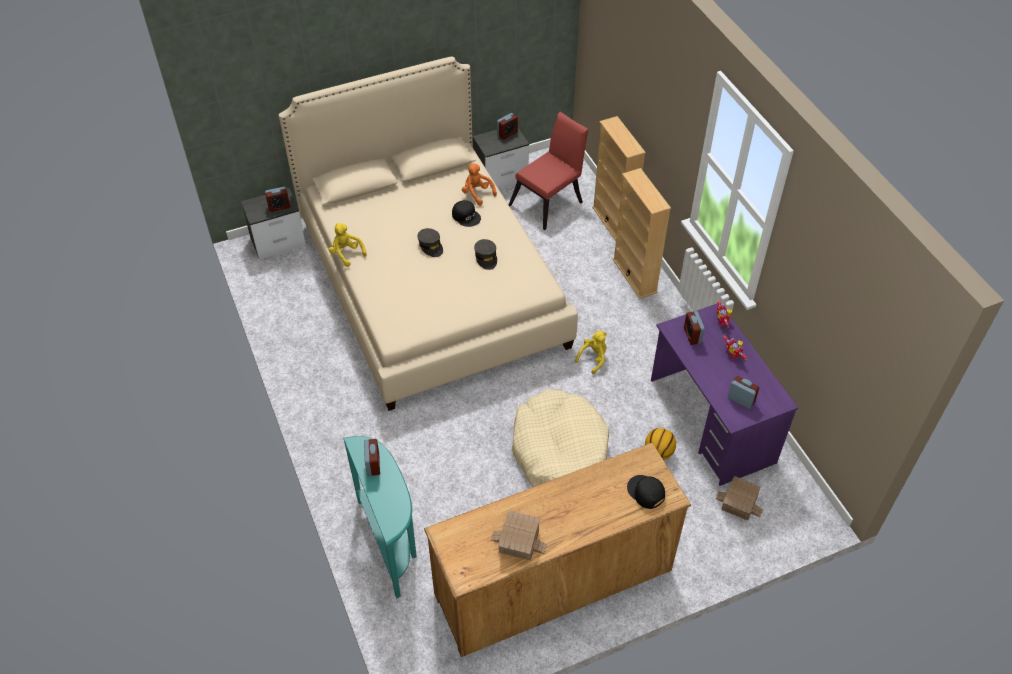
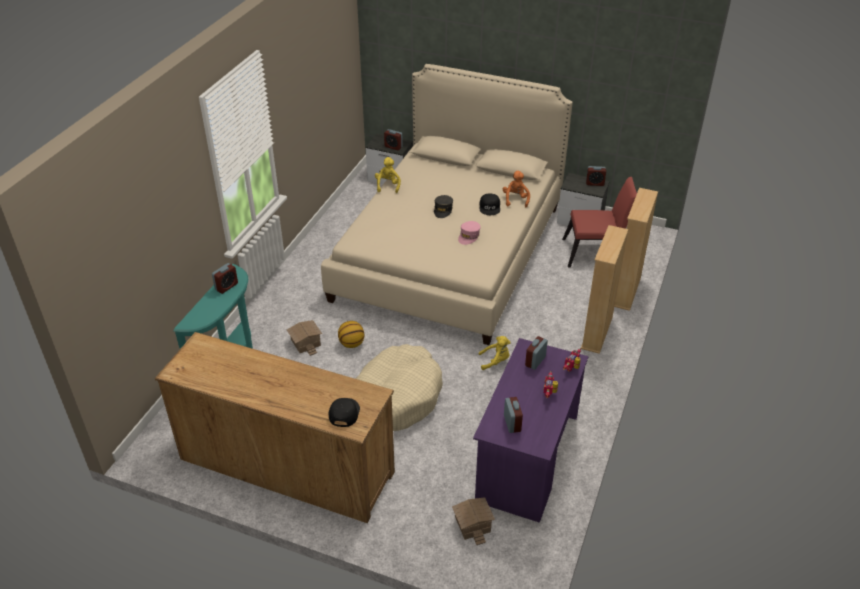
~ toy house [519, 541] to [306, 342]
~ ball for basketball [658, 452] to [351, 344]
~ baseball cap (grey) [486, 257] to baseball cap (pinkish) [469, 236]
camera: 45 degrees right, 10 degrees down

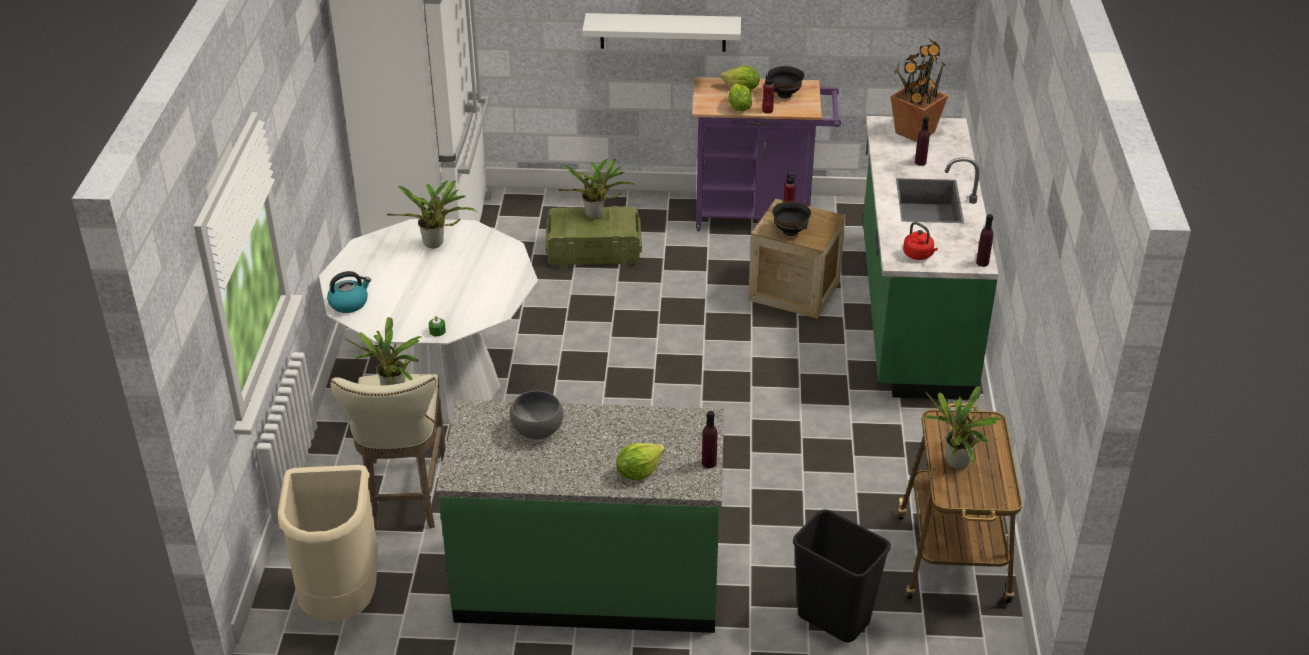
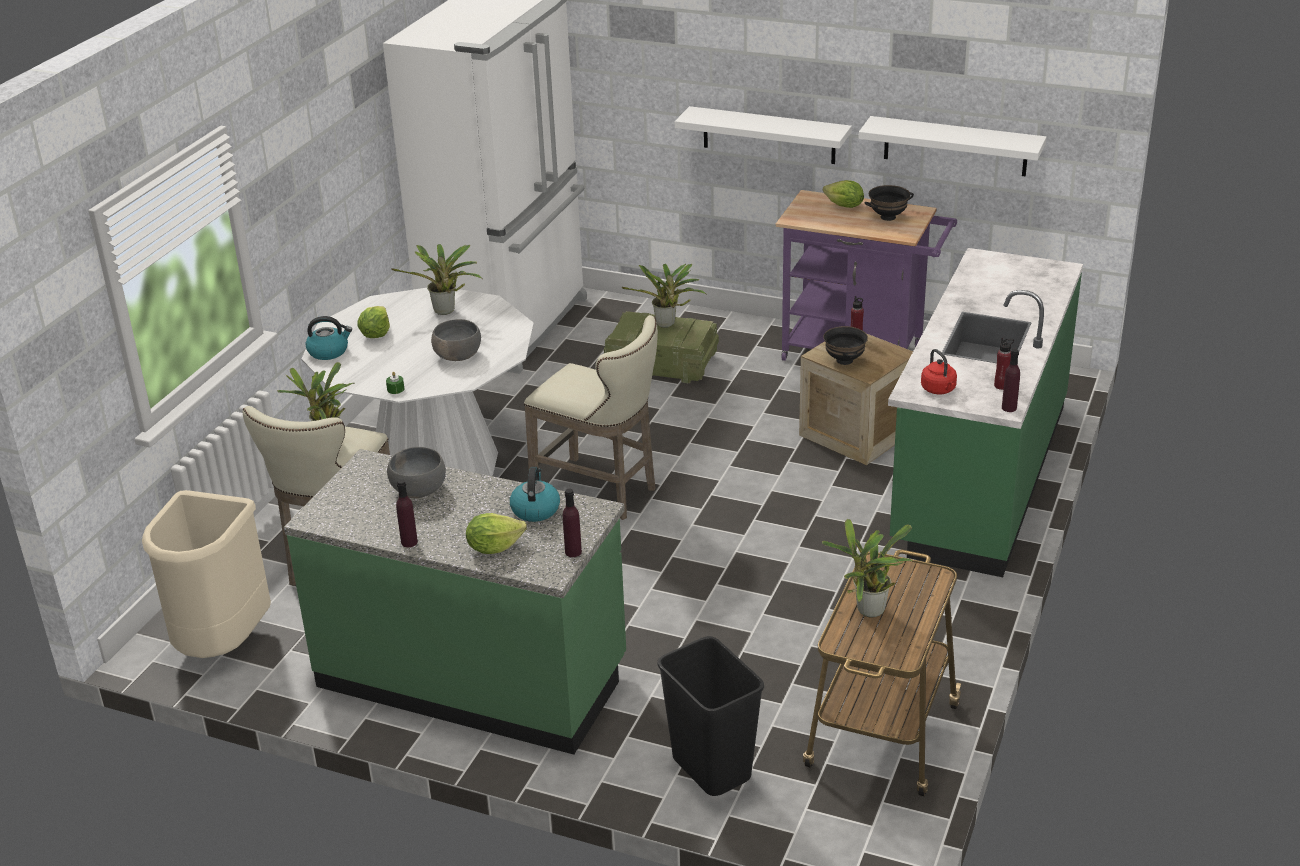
- potted plant [914, 132]
+ serving bowl (grey) [457, 356]
+ water kettle [535, 509]
+ stool seat (beige) [601, 492]
+ shelf (whitish) [955, 146]
~ lettuce [738, 107] to [375, 334]
~ beverage bottle (red) [767, 110] to [1001, 386]
~ beverage bottle (purple) [920, 162] to [409, 542]
camera: 20 degrees right, 5 degrees down

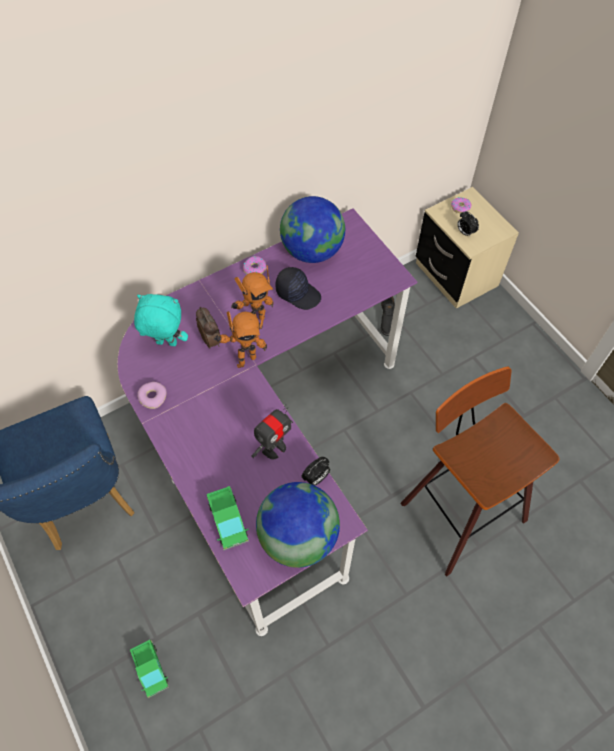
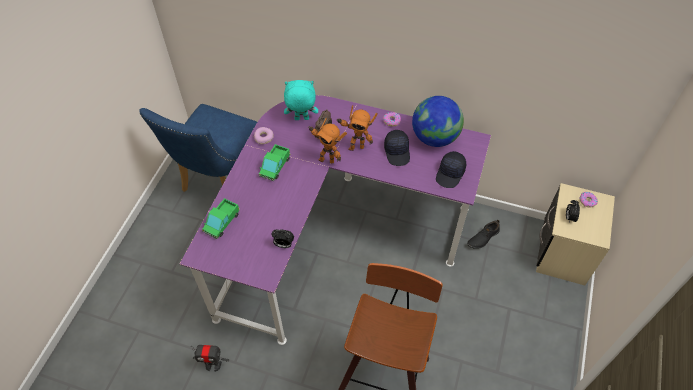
- world globe [298, 537]
+ baseball cap (blackish) [450, 174]
~ toy lorry [151, 669] to [275, 166]
~ model robot [274, 448] to [213, 364]
~ plush toy (turquoise-coloured) [166, 344] = [301, 119] 60 degrees counterclockwise
camera: 50 degrees right, 5 degrees down

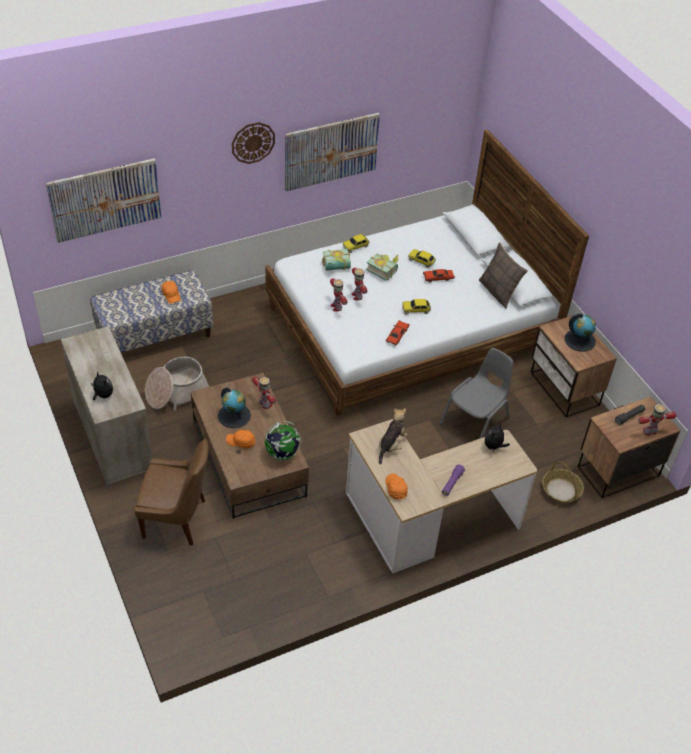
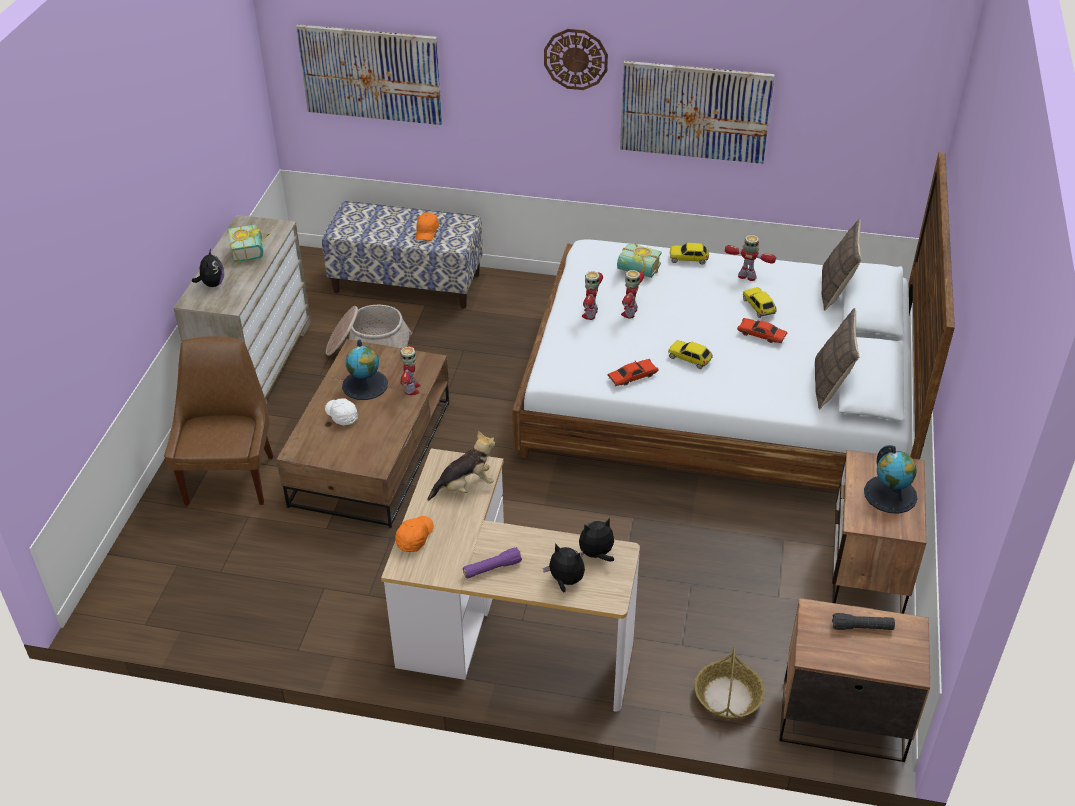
- world globe [282, 454]
- chair (grey) [475, 421]
+ plush toy [565, 581]
+ throw pillow [836, 291]
~ book [383, 270] to [252, 251]
~ model robot [650, 431] to [747, 277]
~ baseball cap (orange) [241, 442] to baseball cap (whitish) [341, 415]
~ chair (brown) [177, 519] = [231, 477] 135 degrees counterclockwise
camera: 40 degrees right, 5 degrees down

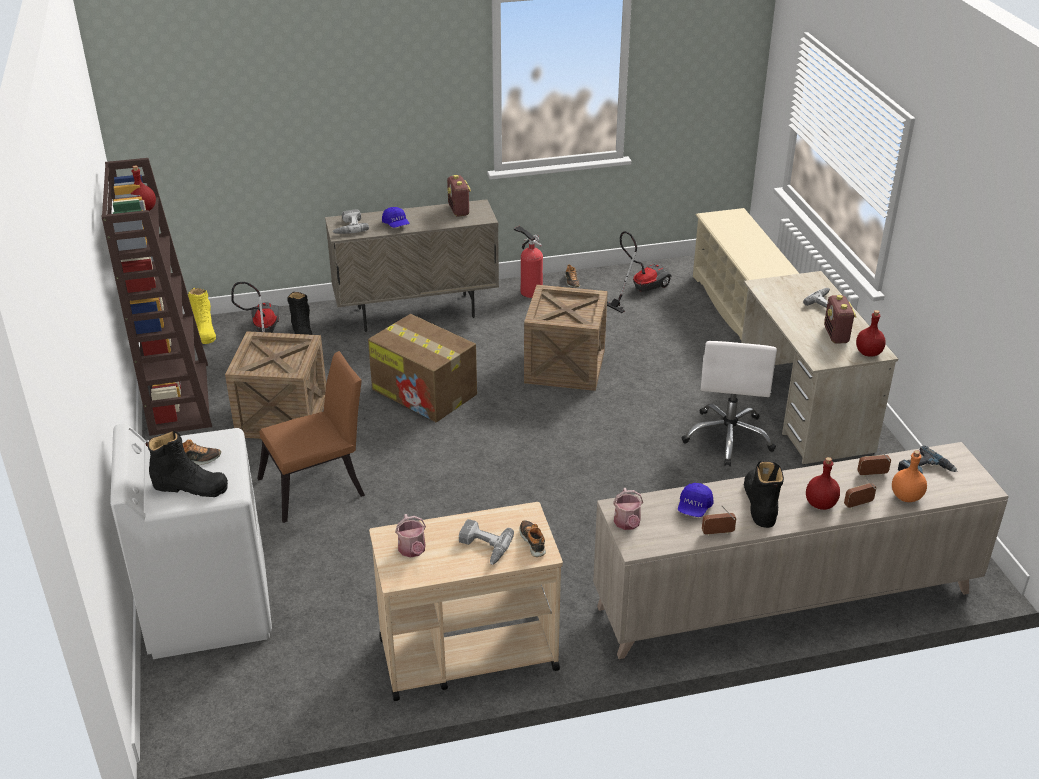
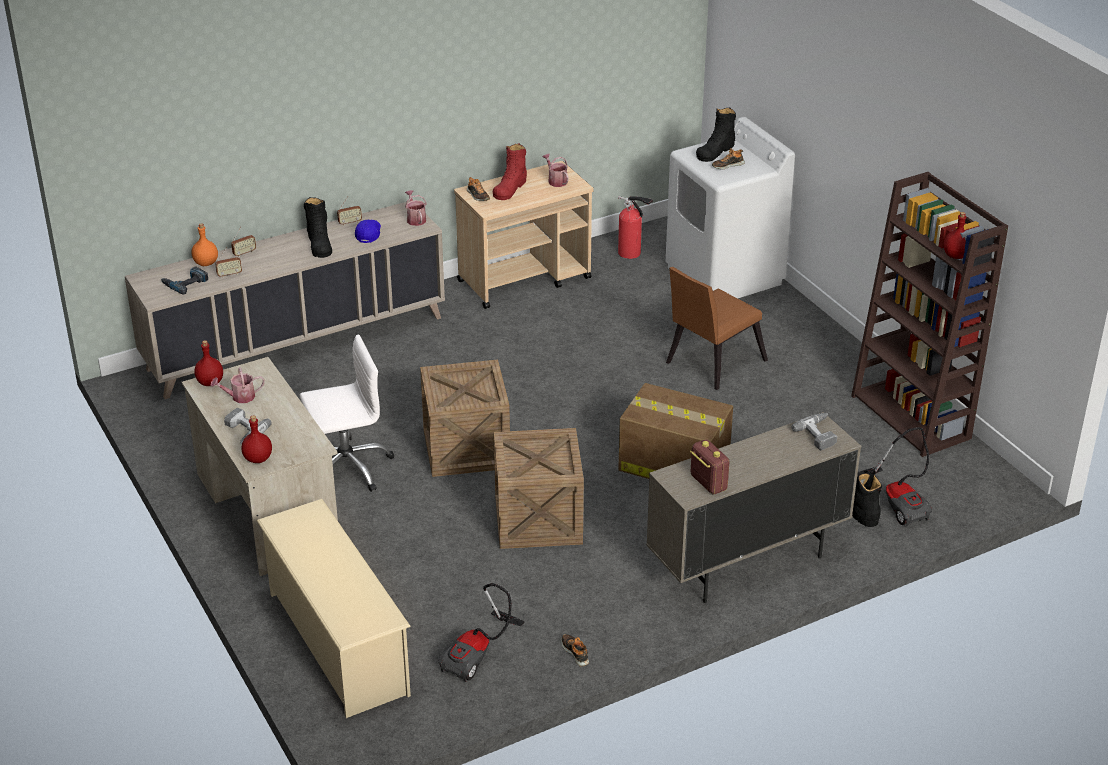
- tall boot (yellow-coloured) [204, 331]
- baseball cap (bluish) [396, 224]
~ crate [282, 416] to [466, 448]
~ fire extinguisher [529, 291] to [631, 253]
~ beverage bottle (red) [820, 504] to [258, 459]
~ electric drill [483, 547] to tall boot (red) [510, 188]
~ radio set [836, 335] to watering pot [239, 397]
~ tall boot (blackish) [190, 486] = [715, 151] 45 degrees counterclockwise
~ desk chair (whitish) [728, 437] = [346, 467] 75 degrees clockwise
camera: 165 degrees right, 0 degrees up

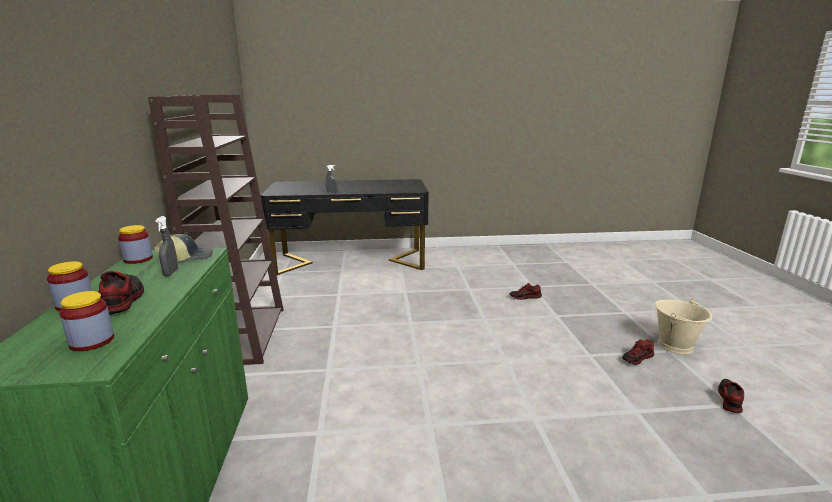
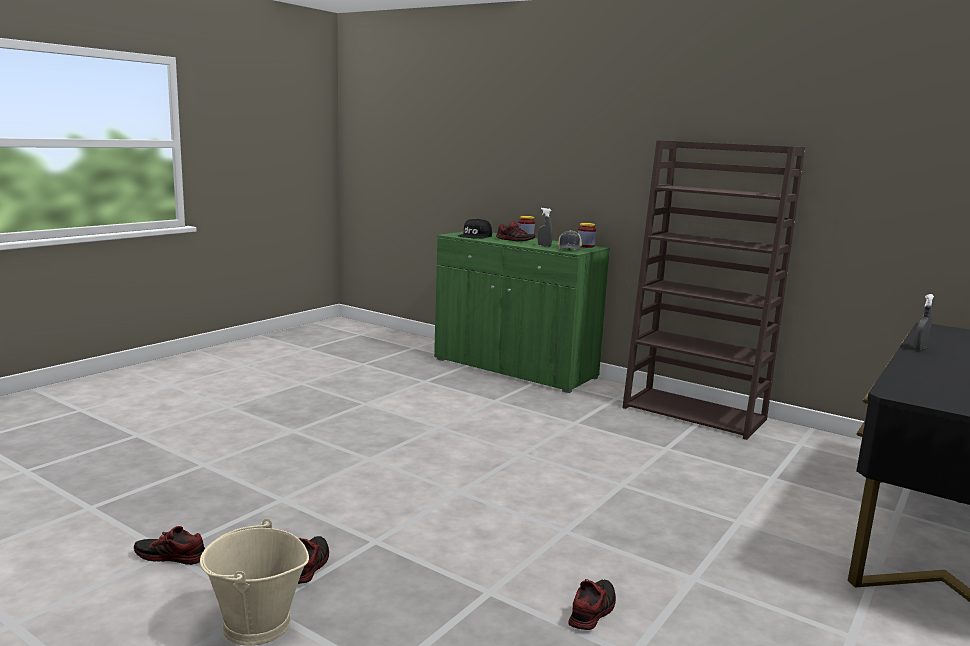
~ preserve jar [92, 341] to baseball cap (blackish) [475, 236]
~ shoe [729, 400] = [171, 557] 120 degrees clockwise
camera: 130 degrees right, 5 degrees down

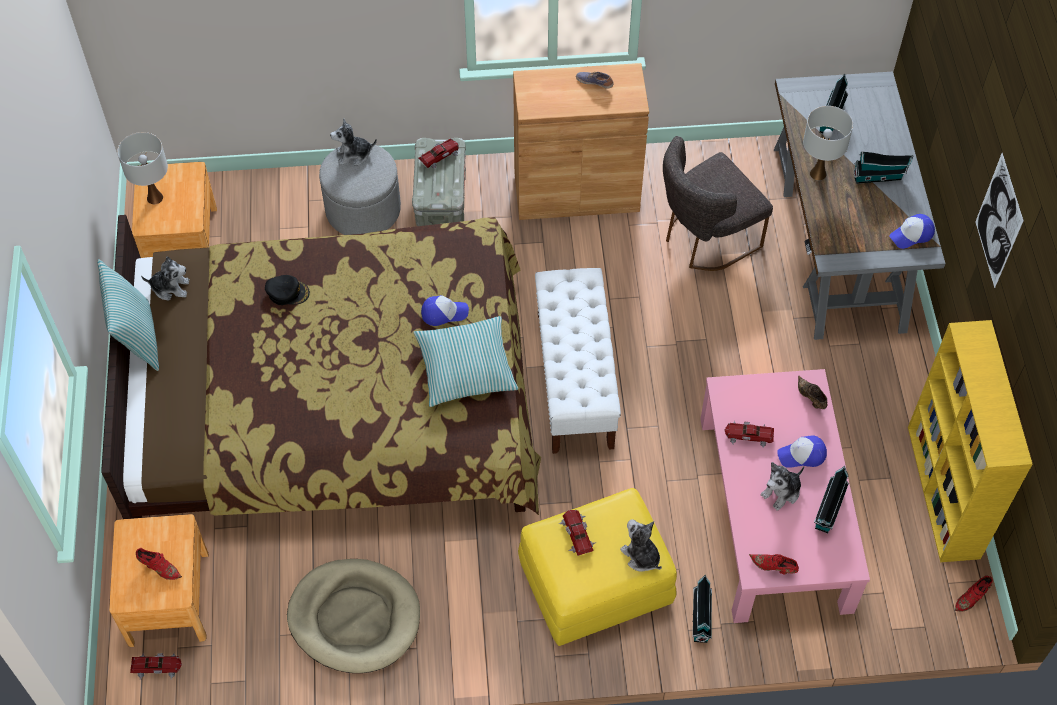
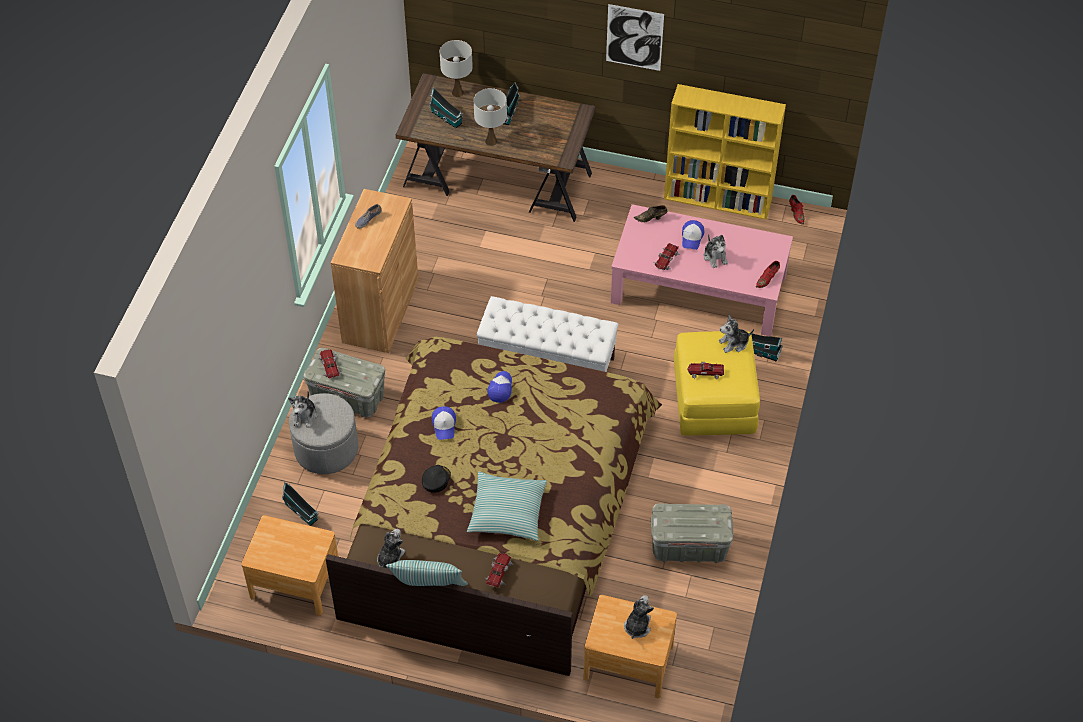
- chair (grey) [705, 239]
~ lamp for a table (whitish) [155, 197] to [457, 92]
~ toy car [157, 666] to [498, 572]
~ throw pillow [466, 368] to [507, 512]
~ toy house [828, 511] to [302, 513]
~ baseball cap [912, 235] to [444, 425]
~ shoe (red) [159, 568] to plush toy [637, 626]
~ pet bed (beige) [355, 617] to storage box (grey) [688, 547]
~ desk table (grey) [839, 238] to desk table (brown) [498, 179]
camera: 70 degrees left, 5 degrees down

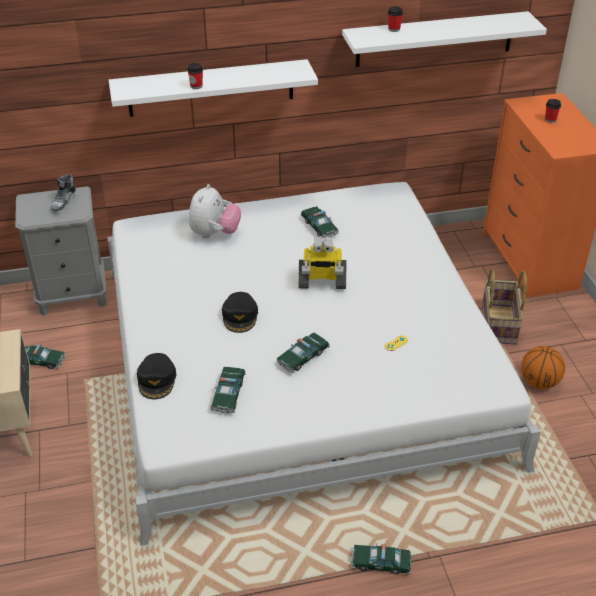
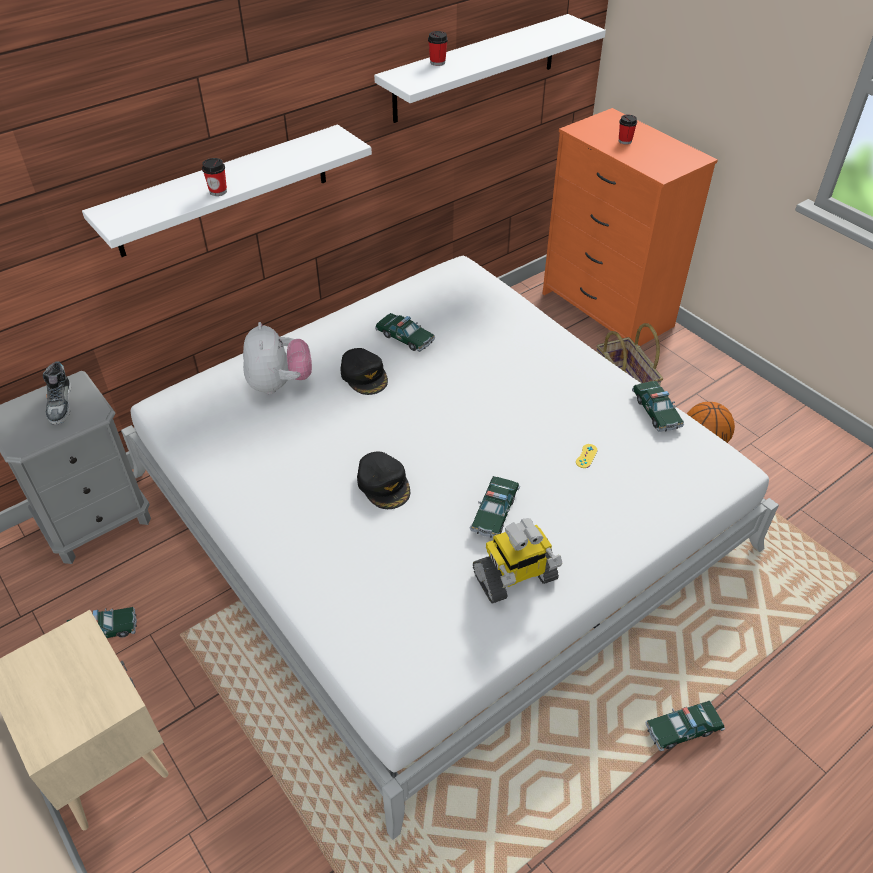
~ baseball cap (blackish) [157, 380] to [364, 375]
~ toy car [228, 394] to [656, 411]
~ model robot [321, 281] to [515, 578]
camera: 25 degrees left, 5 degrees up

